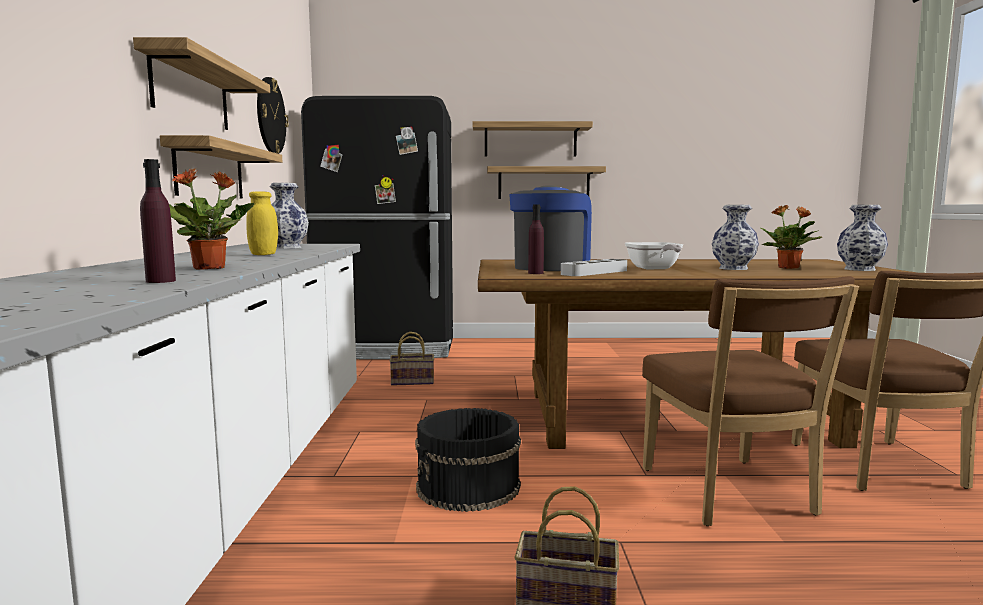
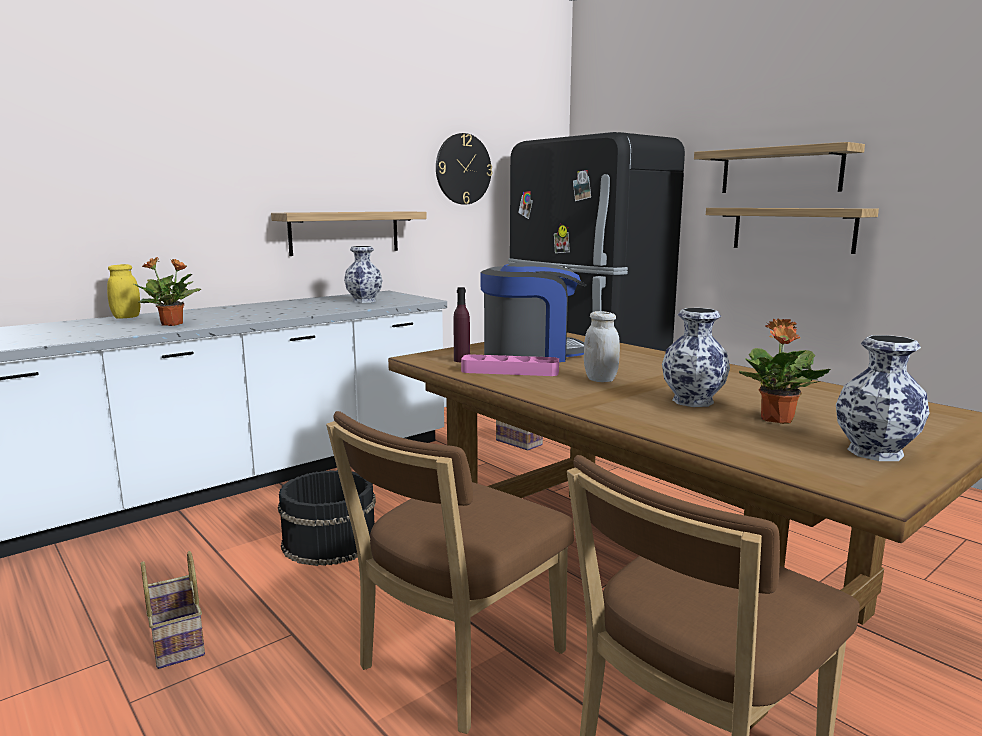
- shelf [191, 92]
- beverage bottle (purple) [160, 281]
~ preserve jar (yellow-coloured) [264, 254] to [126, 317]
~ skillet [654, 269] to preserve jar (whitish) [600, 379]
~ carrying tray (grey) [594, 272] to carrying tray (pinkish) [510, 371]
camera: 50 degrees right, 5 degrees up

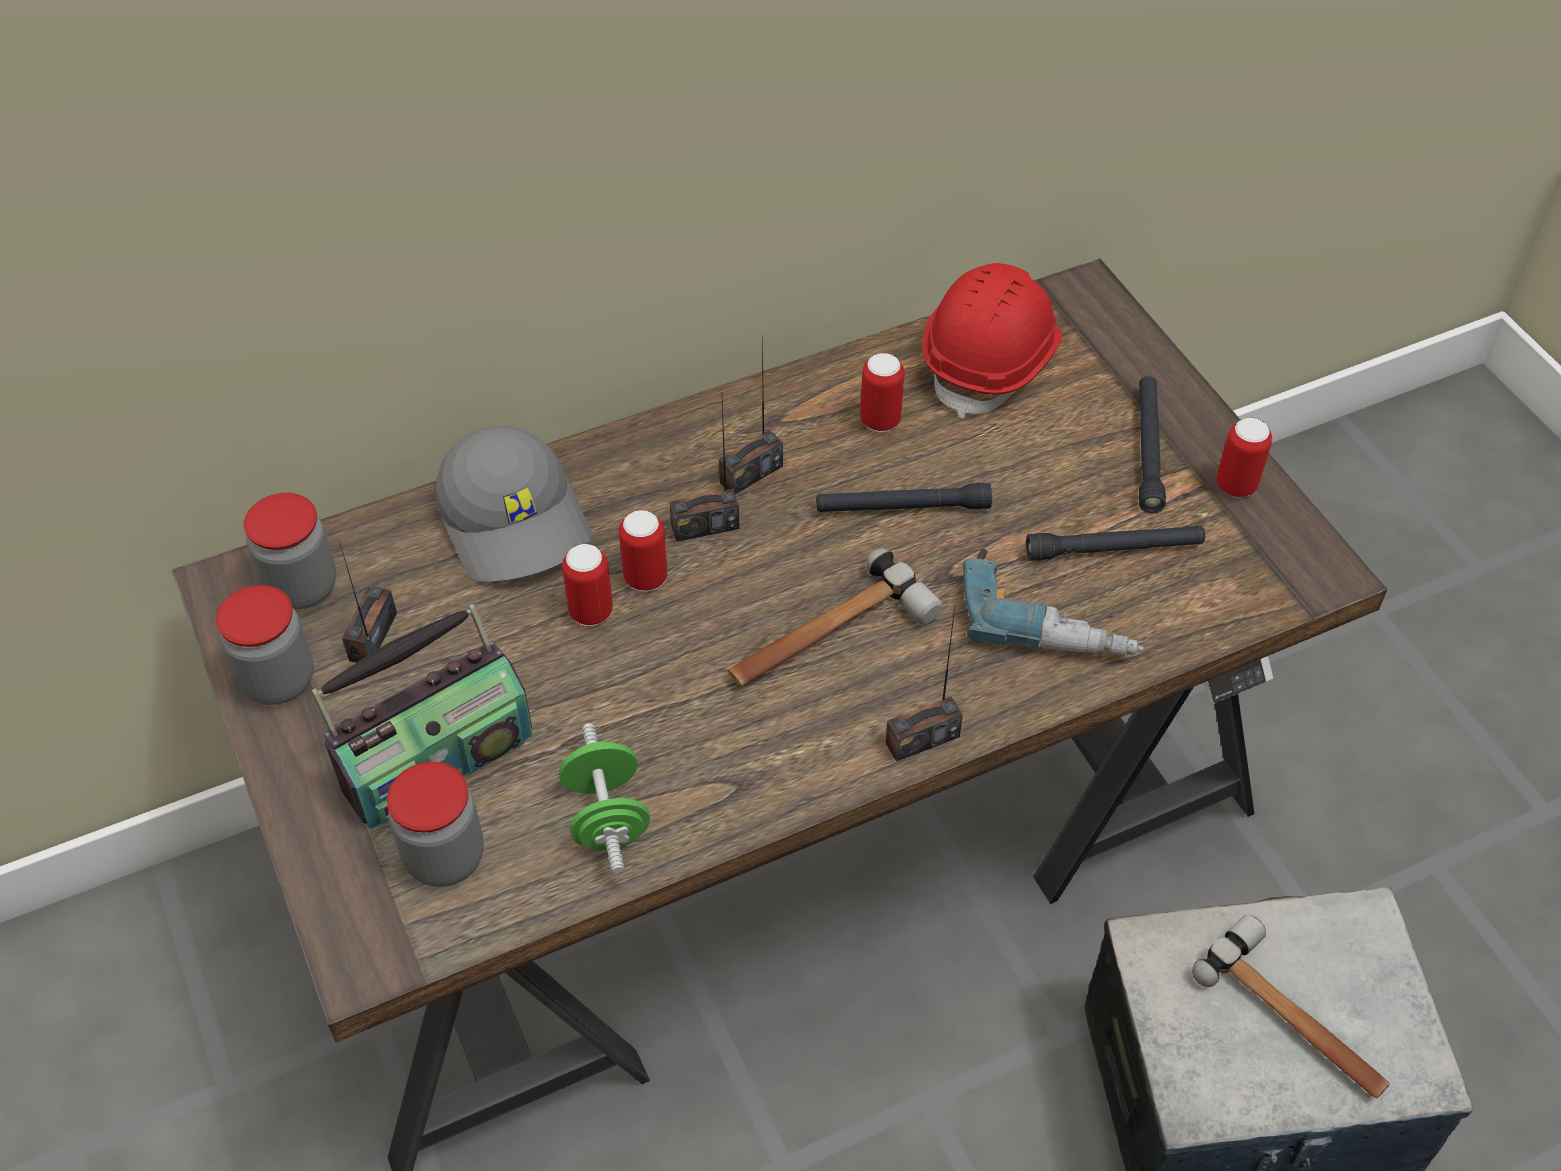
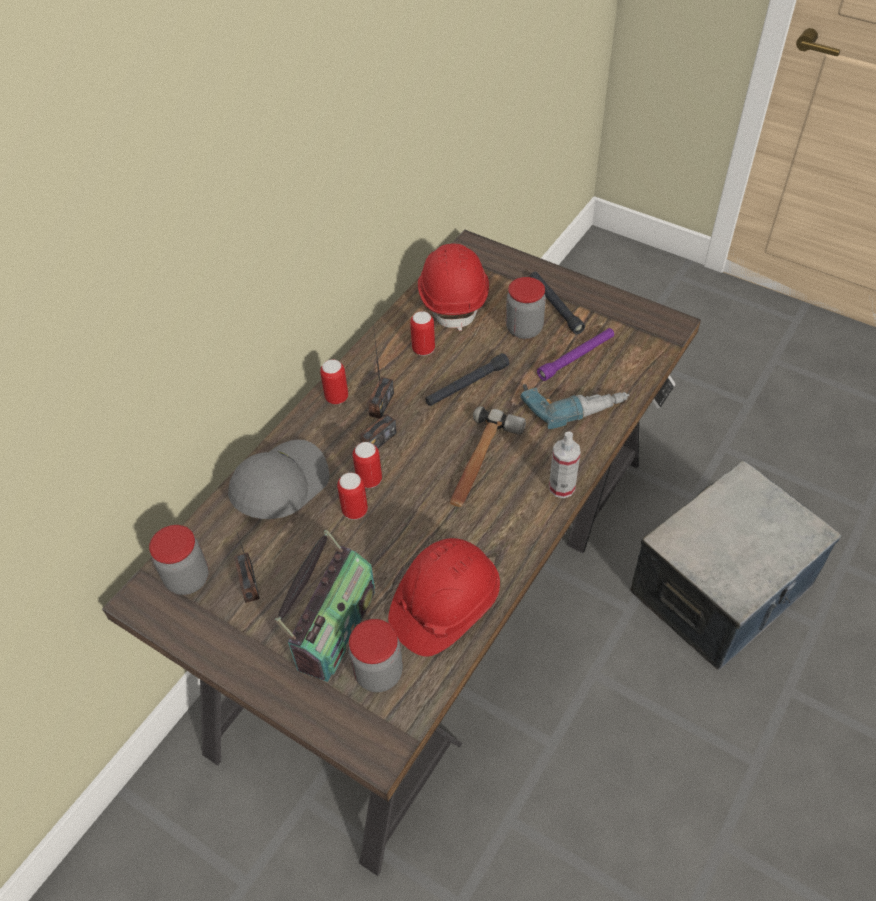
- hammer [1295, 1019]
~ preserve jar [278, 680] to [524, 329]
~ metal can [1236, 485] to [337, 397]
~ free weight (green-coloured) [607, 816] to safety helmet (red) [444, 606]
~ radio set [922, 739] to hand sprayer [562, 487]
~ flashlight (blackish) [1114, 549] to flashlight (purple) [576, 358]
~ baseball cap (grey) [516, 521] = [279, 485] 90 degrees counterclockwise
camera: 30 degrees left, 0 degrees up

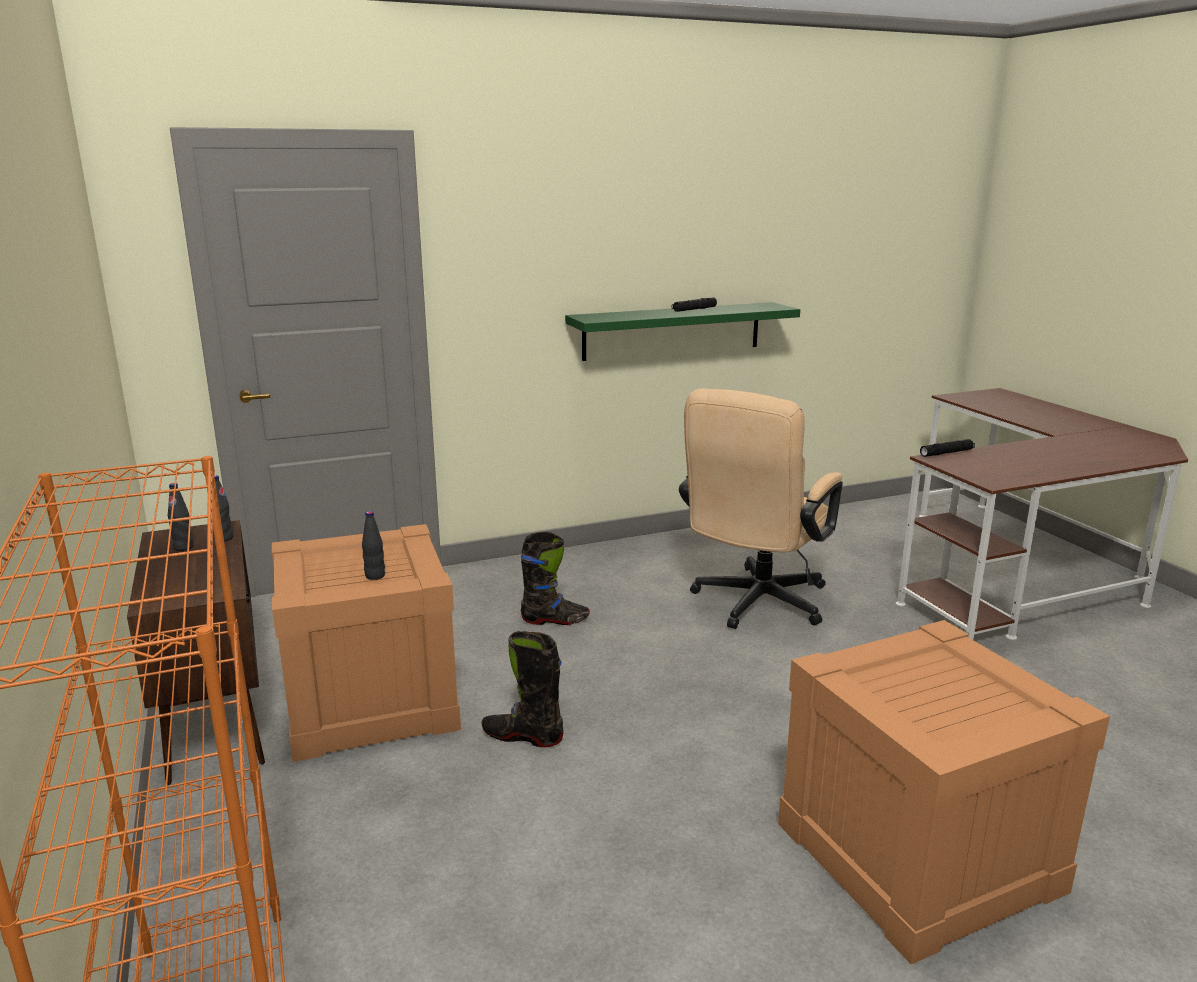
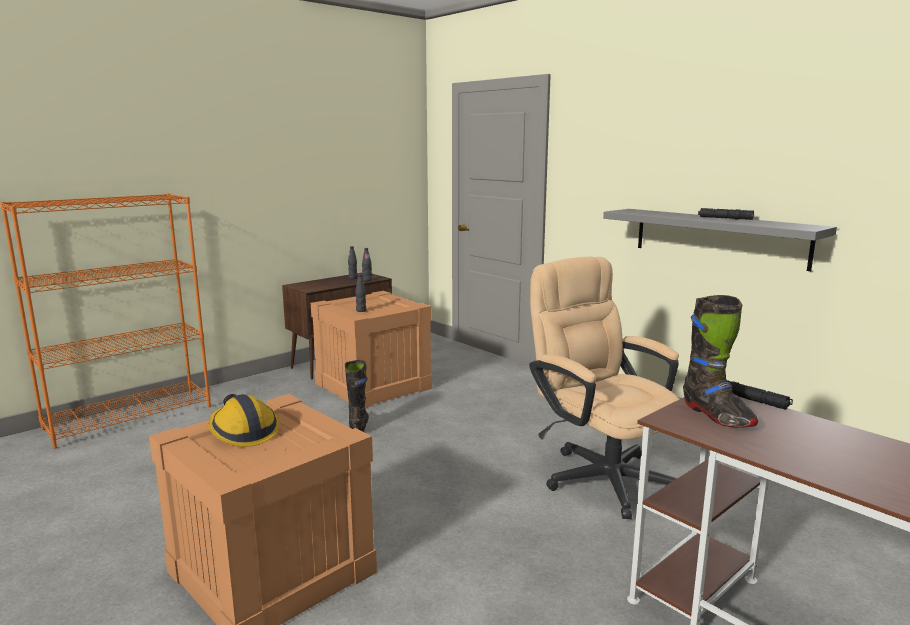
+ safety helmet [243, 431]
~ tall boot (blackish) [555, 620] to [716, 416]
~ shelf (green-coloured) [672, 331] to shelf (grey) [718, 237]
~ desk chair (beige) [754, 605] = [600, 474] 45 degrees clockwise
camera: 70 degrees right, 5 degrees down

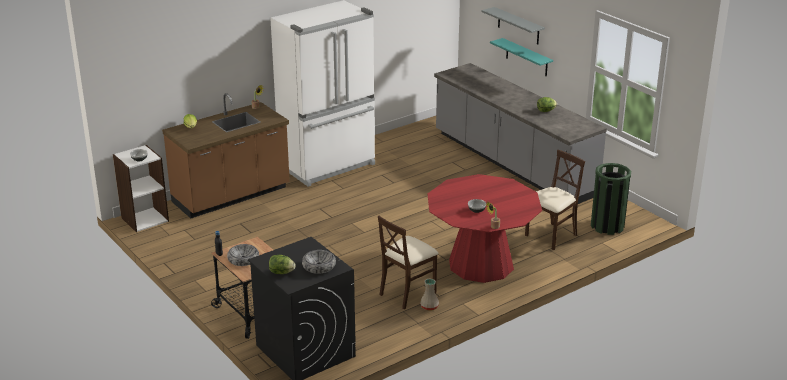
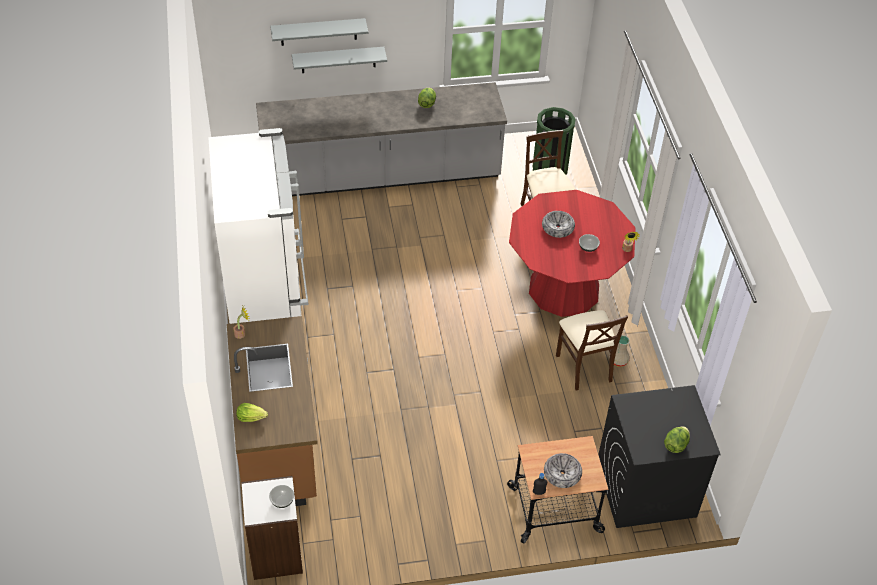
~ serving bowl [319, 266] to [558, 228]
~ shelf (turquoise-coloured) [526, 57] to shelf (grey) [338, 59]
camera: 65 degrees left, 20 degrees up

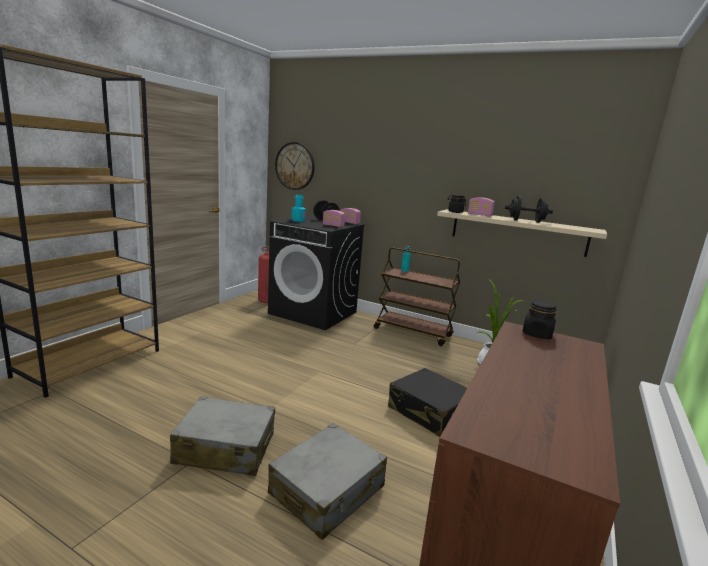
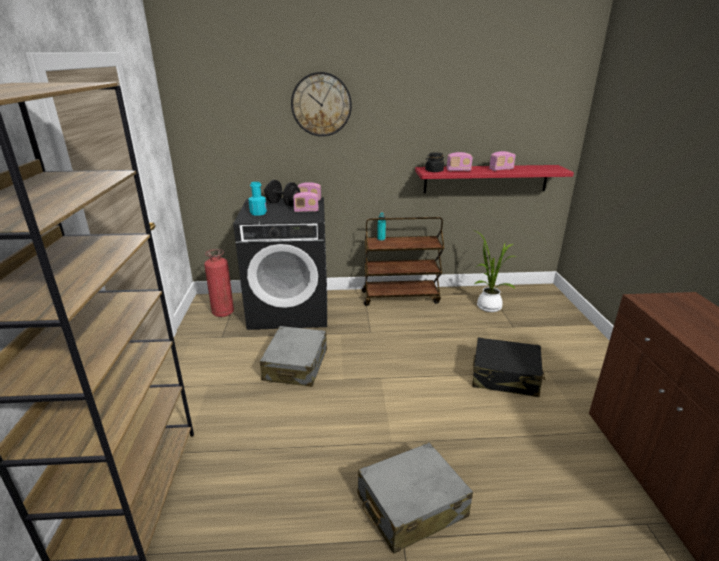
- preserve jar (blackish) [537, 334]
~ travel case (grey) [327, 491] to [296, 365]
~ hanging clock [295, 166] to [321, 104]
~ free weight (blackish) [526, 221] to radio set [501, 169]
~ shelf (beige) [517, 232] to shelf (red) [486, 179]
camera: 30 degrees left, 10 degrees up

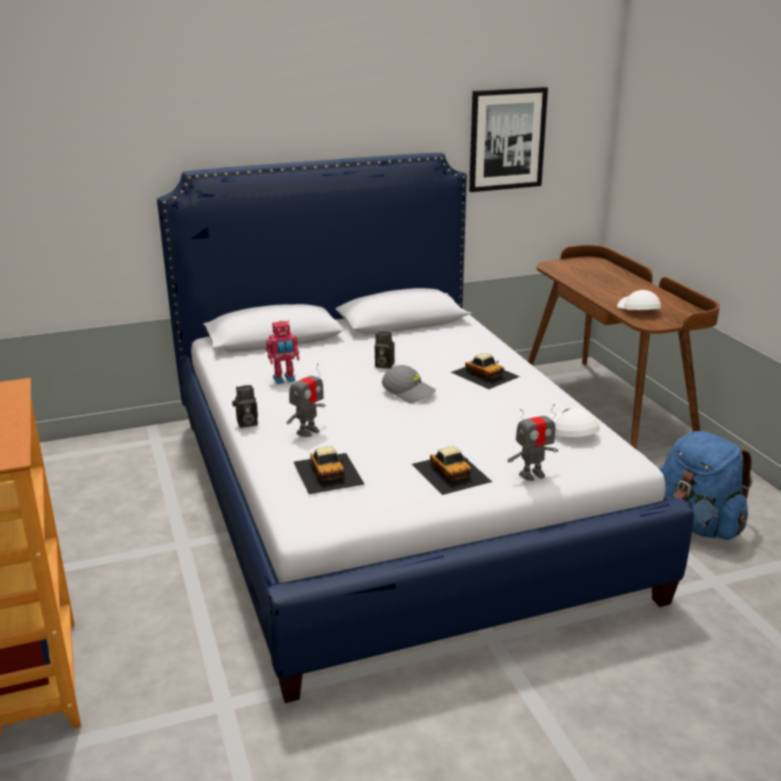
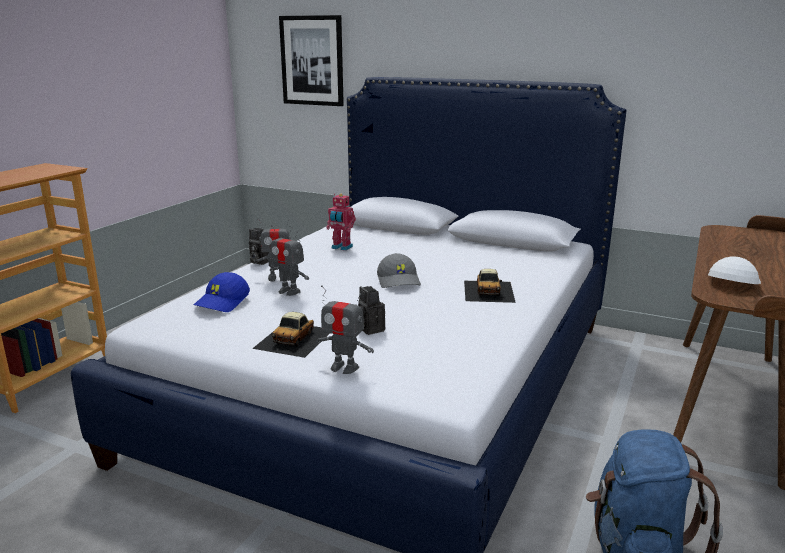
- baseball cap (whitish) [569, 432]
+ model robot [289, 291]
~ still camera [383, 365] to [369, 329]
~ picture [507, 139] to [312, 61]
~ toy car [328, 472] to baseball cap (bluish) [223, 302]
camera: 45 degrees right, 5 degrees down

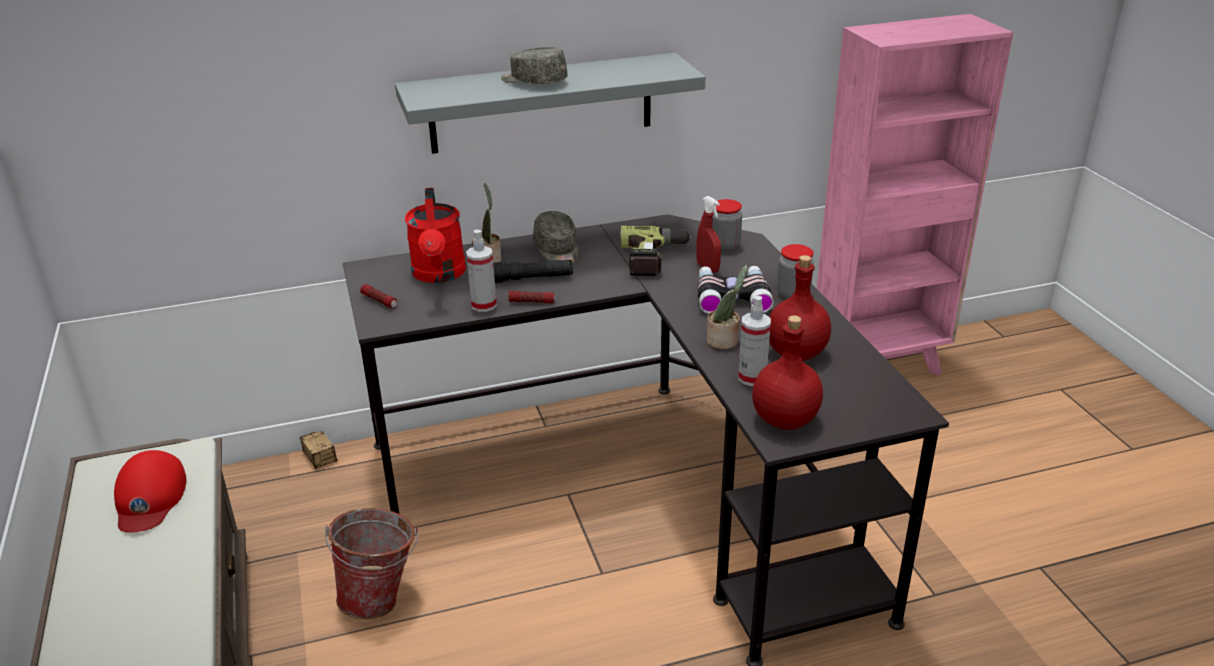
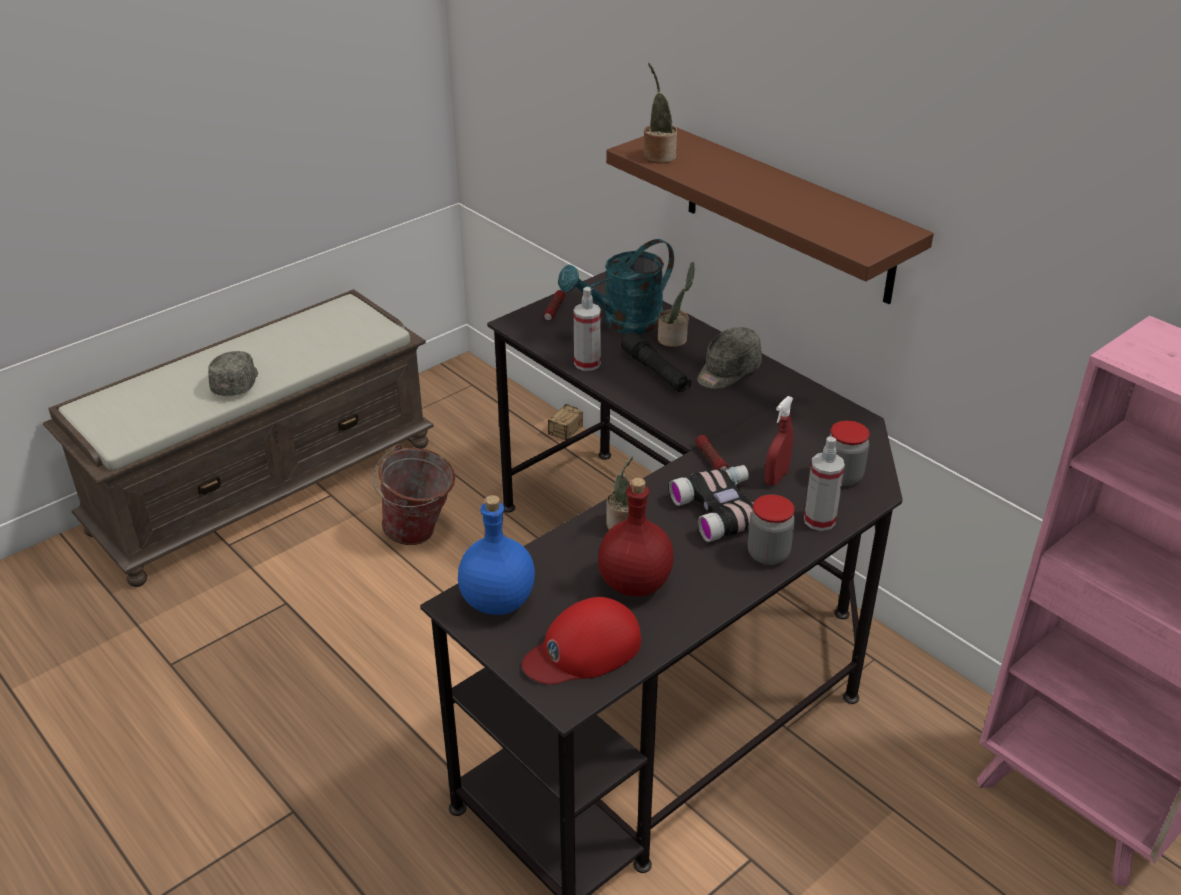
- electric drill [655, 259]
+ potted plant [658, 156]
~ baseball cap (red) [149, 498] to [583, 650]
~ baseball cap (grey) [533, 81] to [236, 383]
~ flashlight [532, 302] to [711, 460]
~ hand sprayer [752, 377] to [819, 520]
~ shelf (grey) [541, 103] to shelf (brown) [788, 215]
~ watering pot (red) [439, 275] to watering pot (turquoise-coloured) [623, 323]
~ beverage bottle (red) [786, 419] to beverage bottle (bluish) [499, 602]
camera: 65 degrees right, 5 degrees up

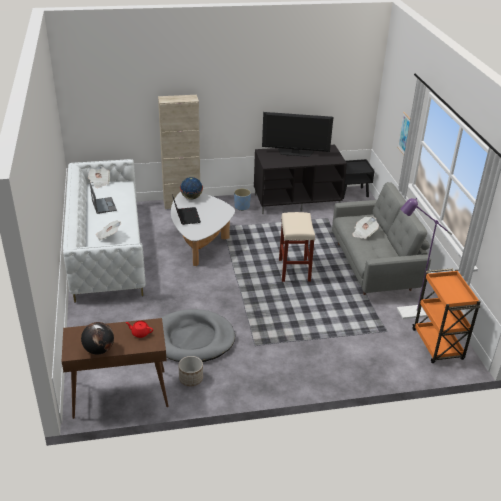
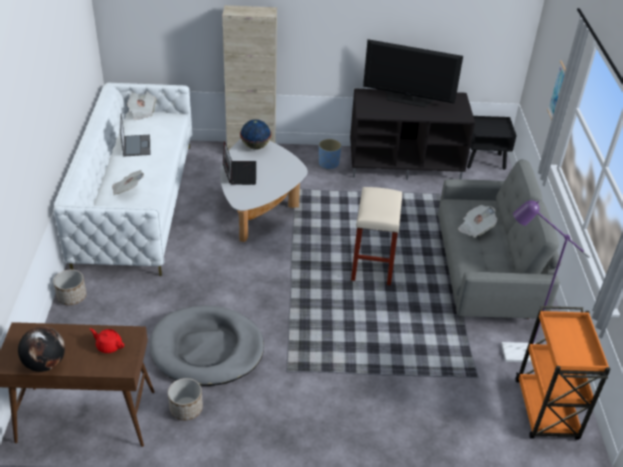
+ plant pot [72, 296]
camera: 10 degrees right, 5 degrees up

